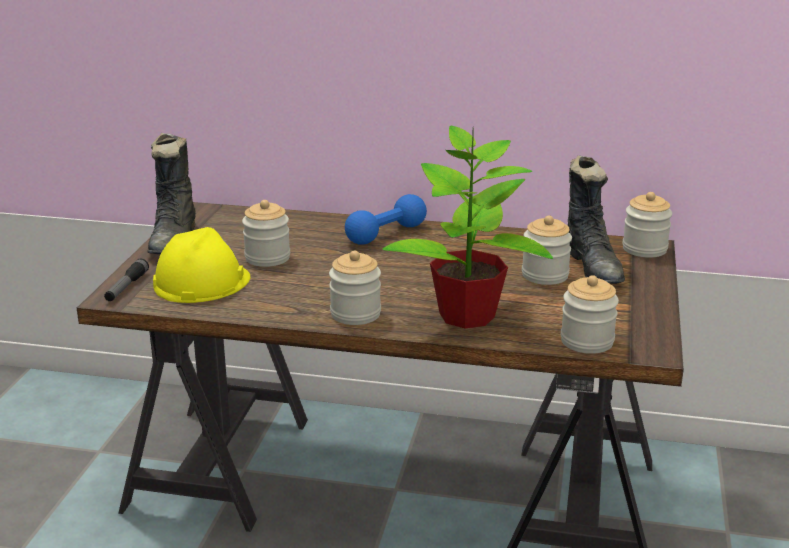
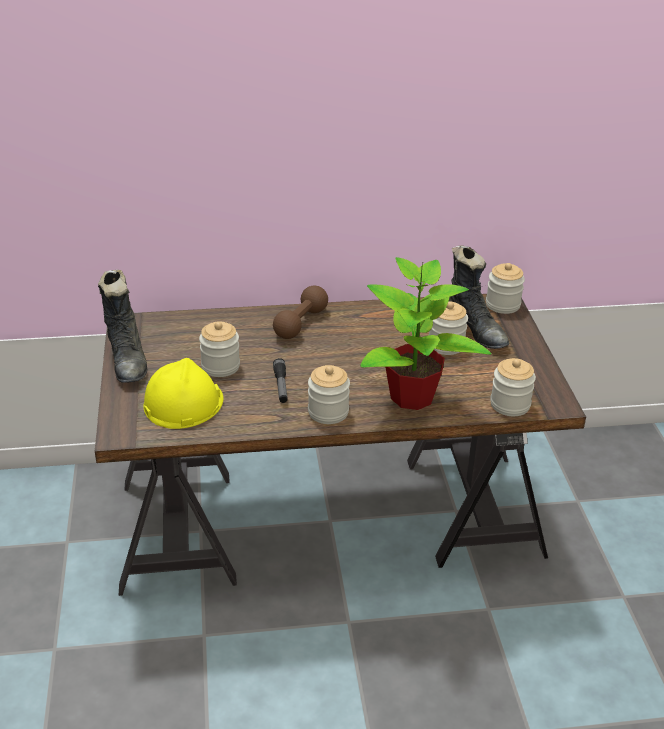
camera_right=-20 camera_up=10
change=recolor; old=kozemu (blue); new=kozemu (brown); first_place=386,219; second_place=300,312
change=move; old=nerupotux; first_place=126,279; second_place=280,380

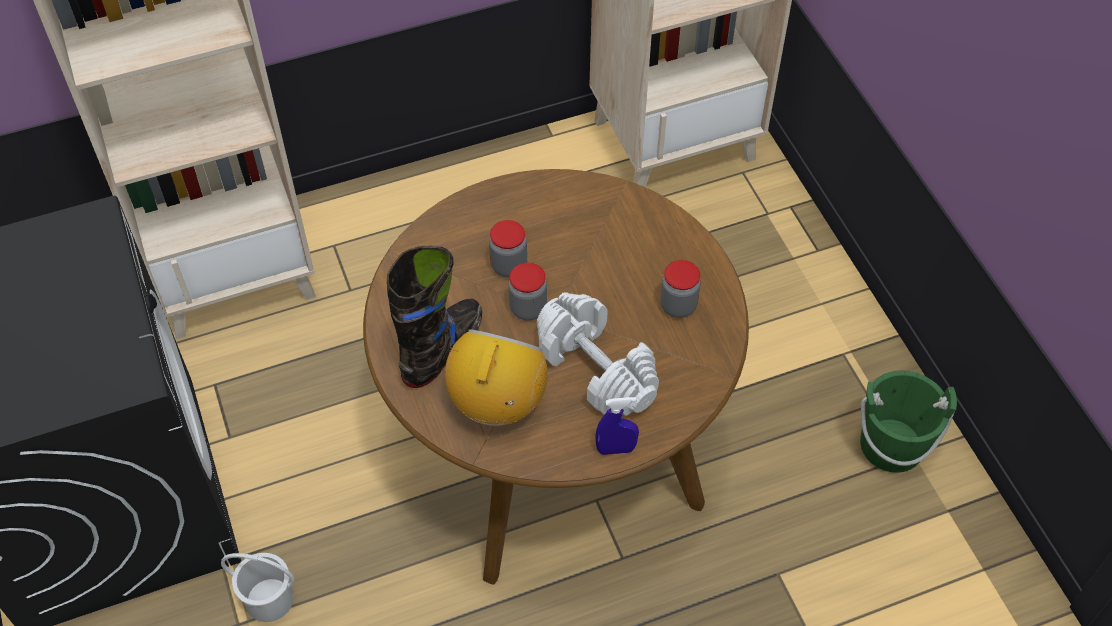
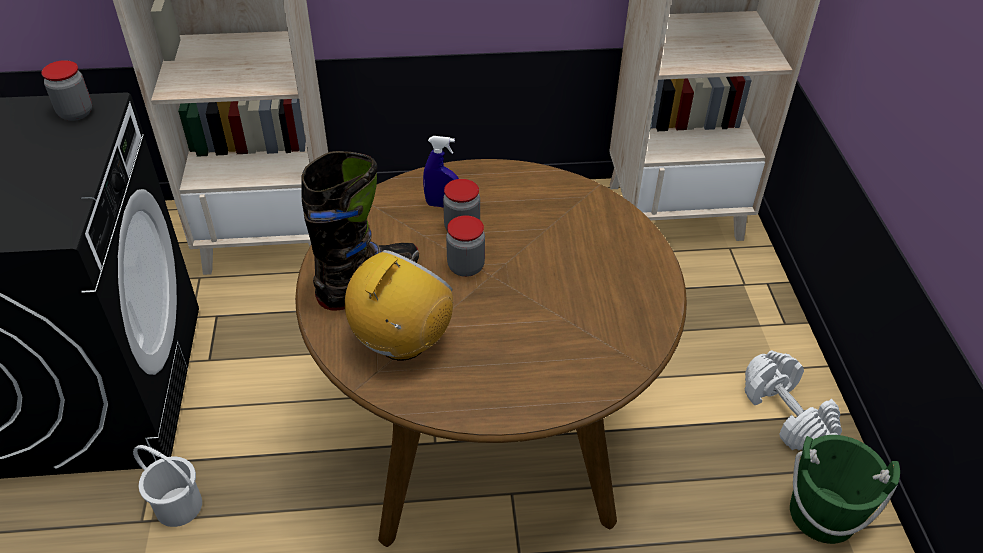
camera_right=15 camera_up=-10
change=move; old=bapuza; first_place=680,289; second_place=66,90
change=move; old=kozemu (white); first_place=598,354; second_place=793,400
change=move; old=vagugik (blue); first_place=617,426; second_place=441,171

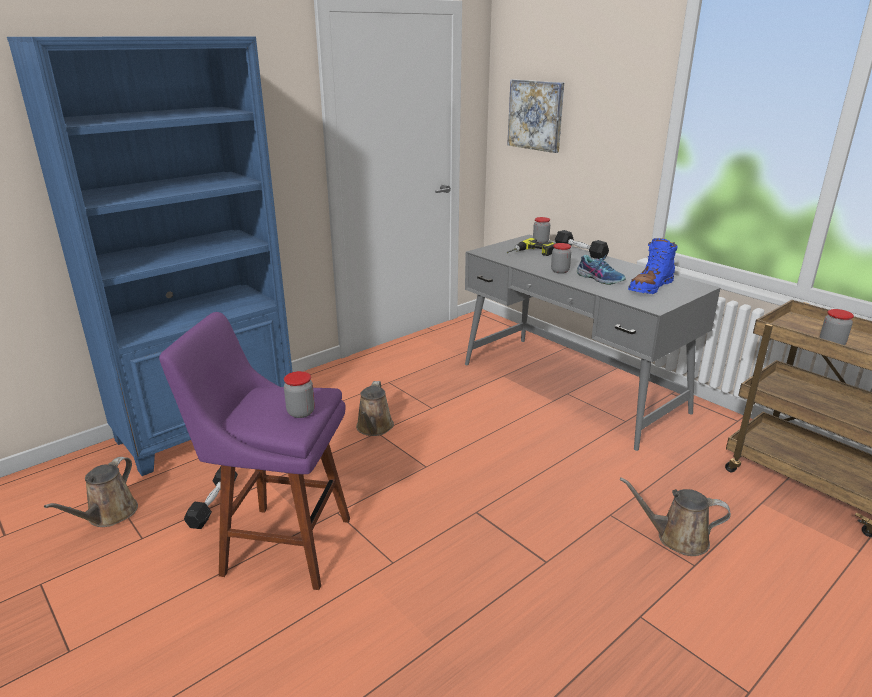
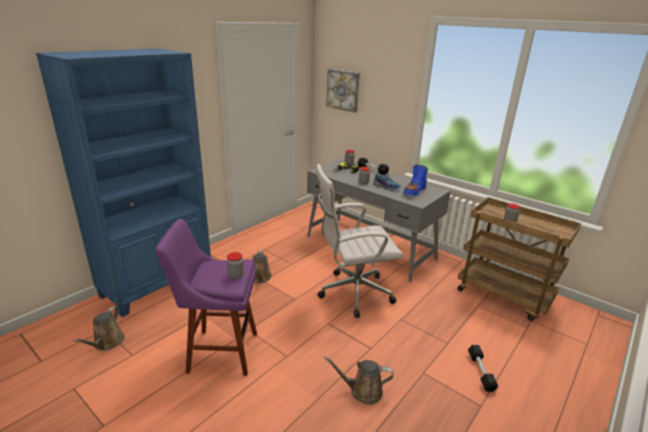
camera_right=-10 camera_up=0
change=move; old=kozemu (black); first_place=211,498; second_place=483,368
change=move; old=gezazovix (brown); first_place=675,516; second_place=358,380
change=insert; new=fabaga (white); second_place=359,241

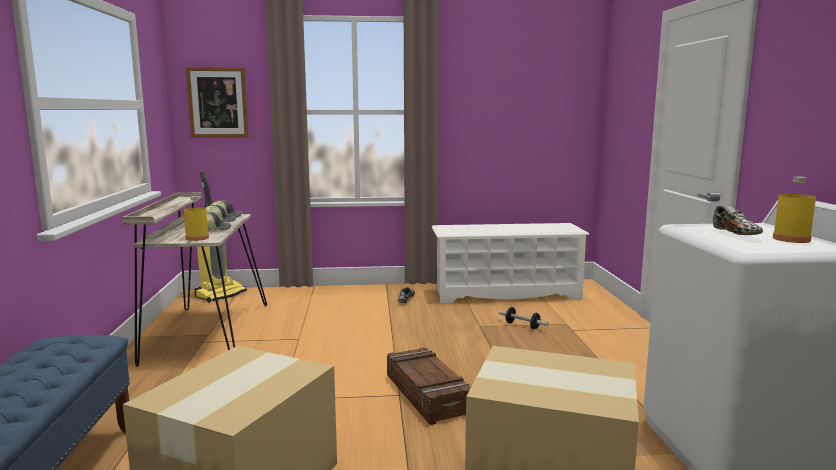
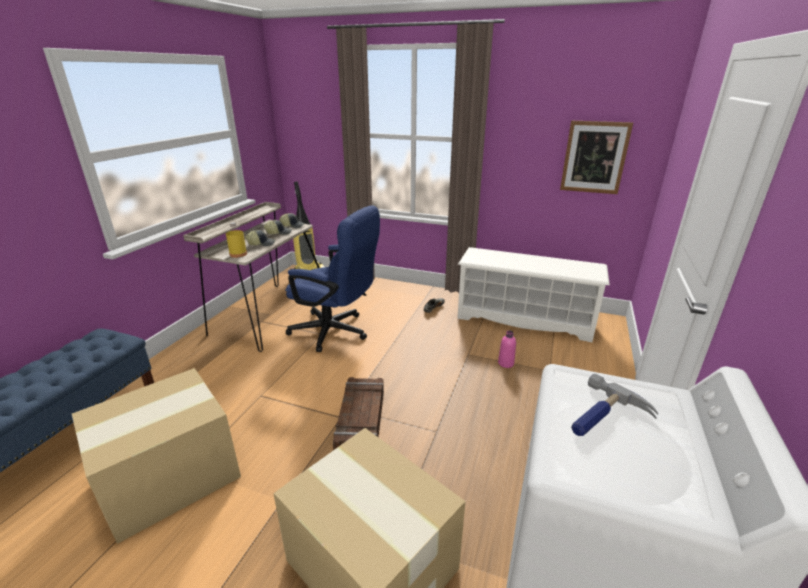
camera_right=25 camera_up=15
change=move; old=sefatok; first_place=217,102; second_place=596,157
change=delete; old=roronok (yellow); first_place=794,209
change=replace; old=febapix; new=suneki; first_place=738,220; second_place=614,405
change=replace; old=kozemu; new=roronok (pink); first_place=523,318; second_place=507,349
change=insert; new=fabaga (blue); second_place=332,278

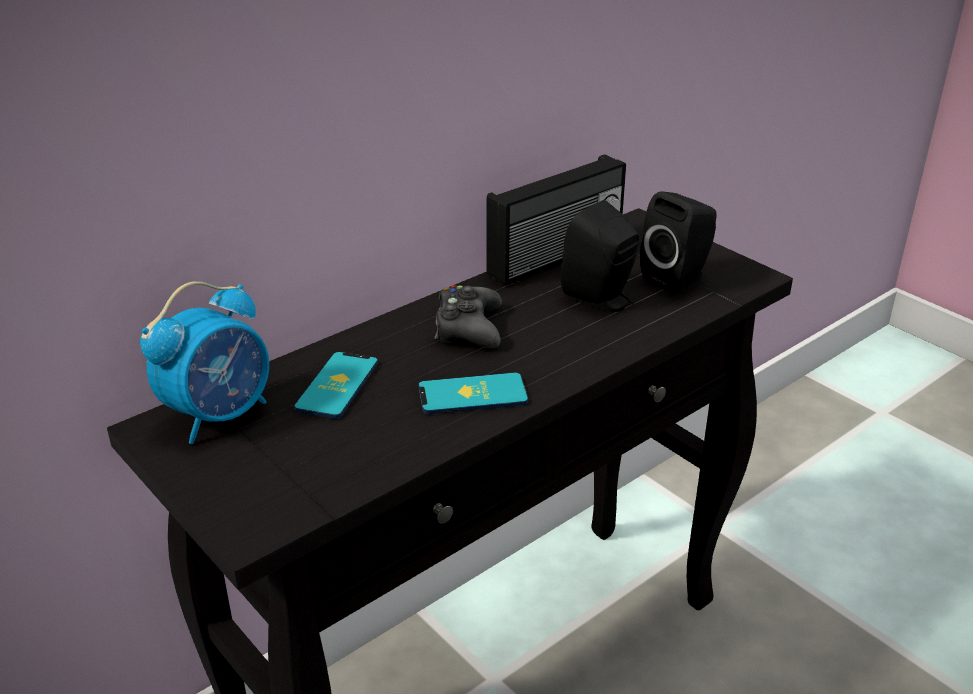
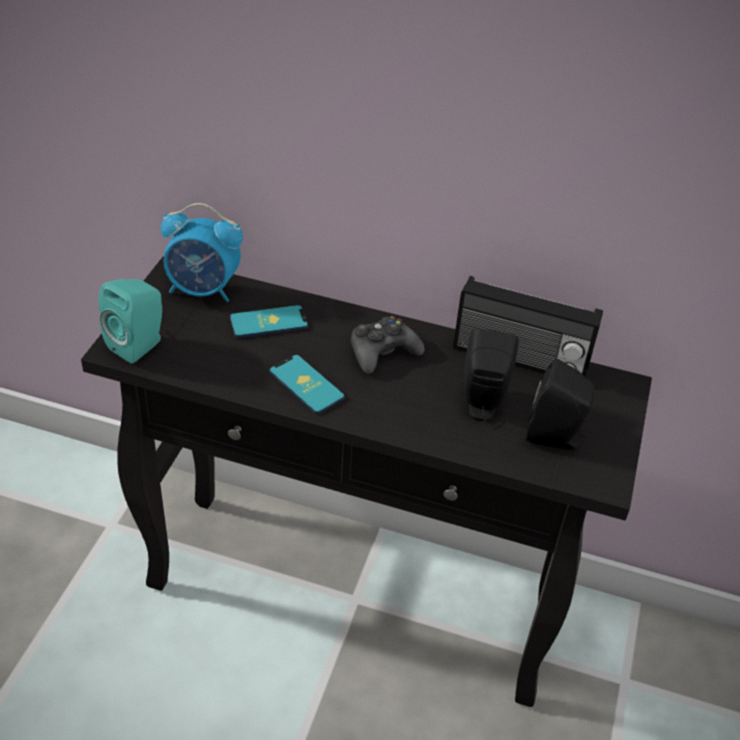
camera_right=55 camera_up=10
change=insert; new=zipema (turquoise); second_place=130,321

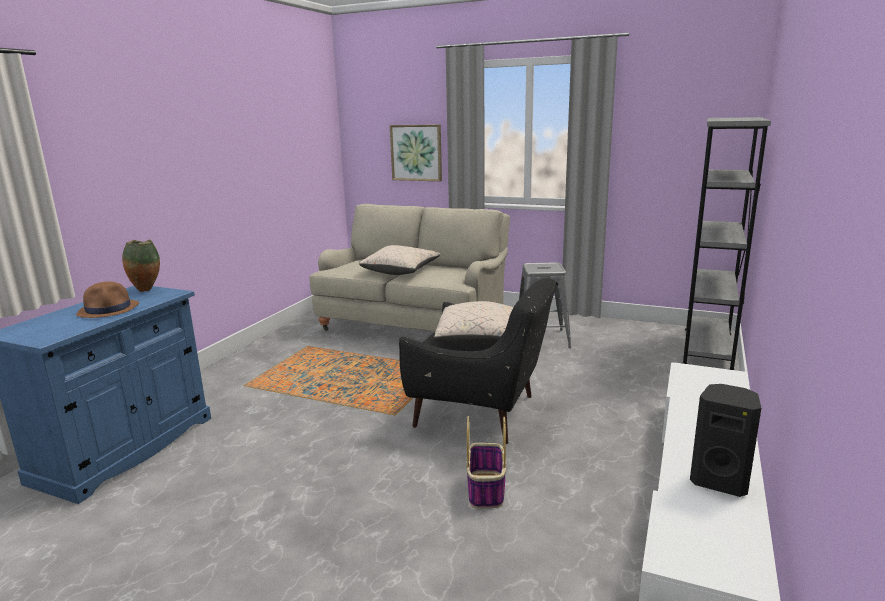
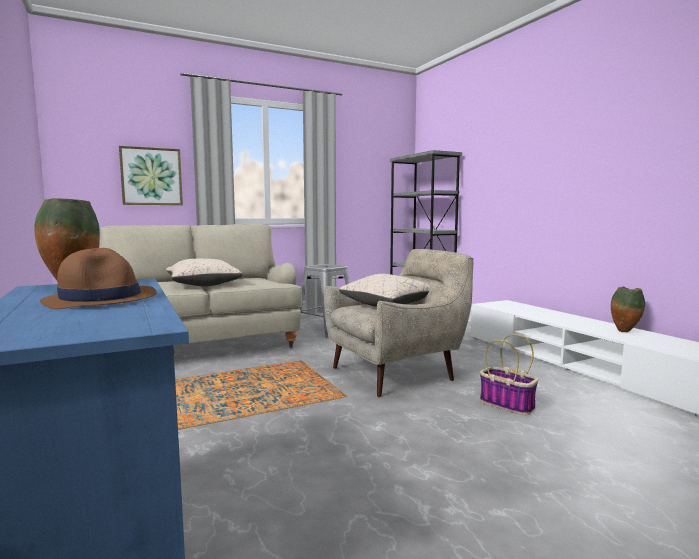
camera_right=-50 camera_up=-10
change=recolor; old=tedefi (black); new=tedefi (beige); first_place=477,361; second_place=398,323
change=replace; old=zipema (black); new=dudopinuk; first_place=725,440; second_place=628,309

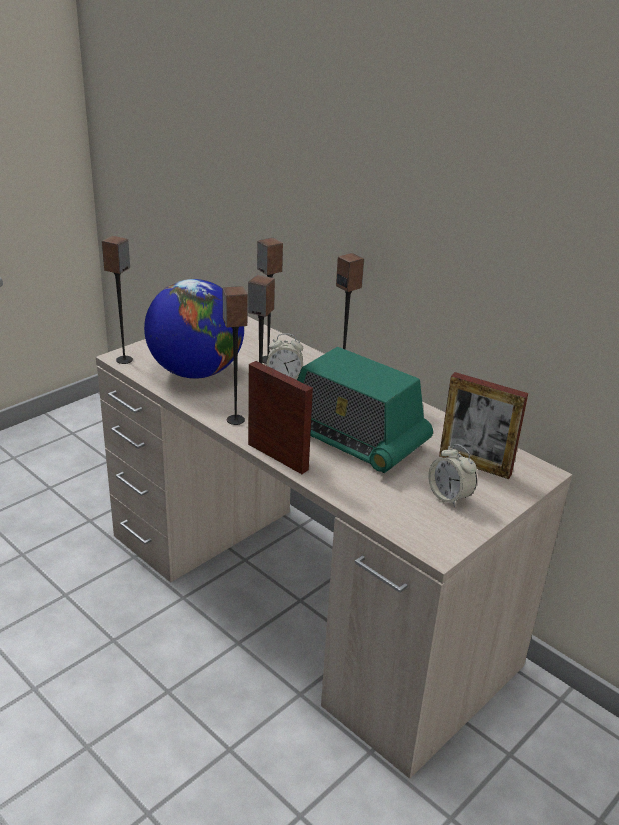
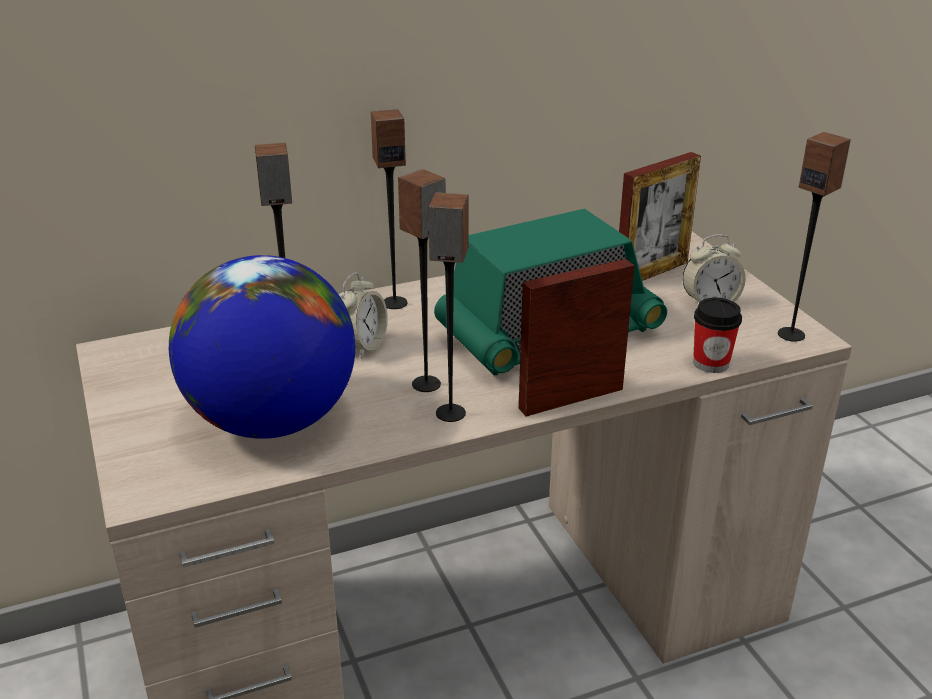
camera_right=-65 camera_up=0
change=move; old=zipema; first_place=117,300; second_place=814,237
change=insert; new=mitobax; second_place=717,335

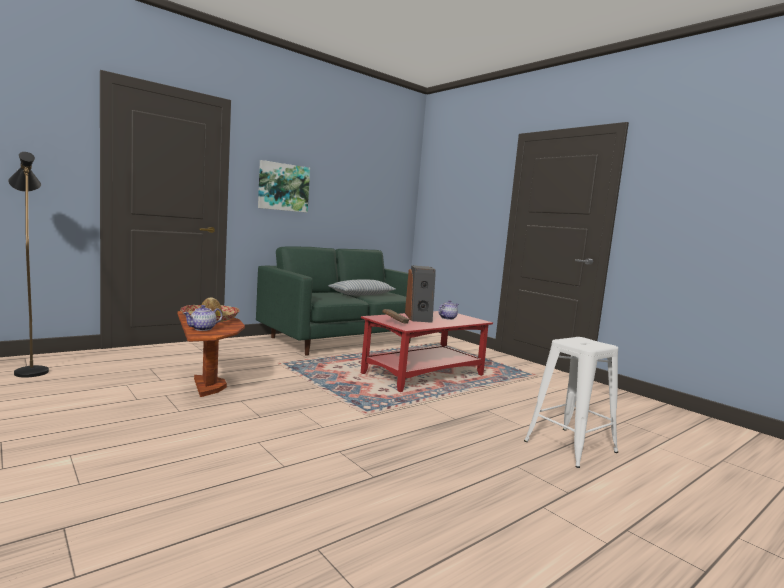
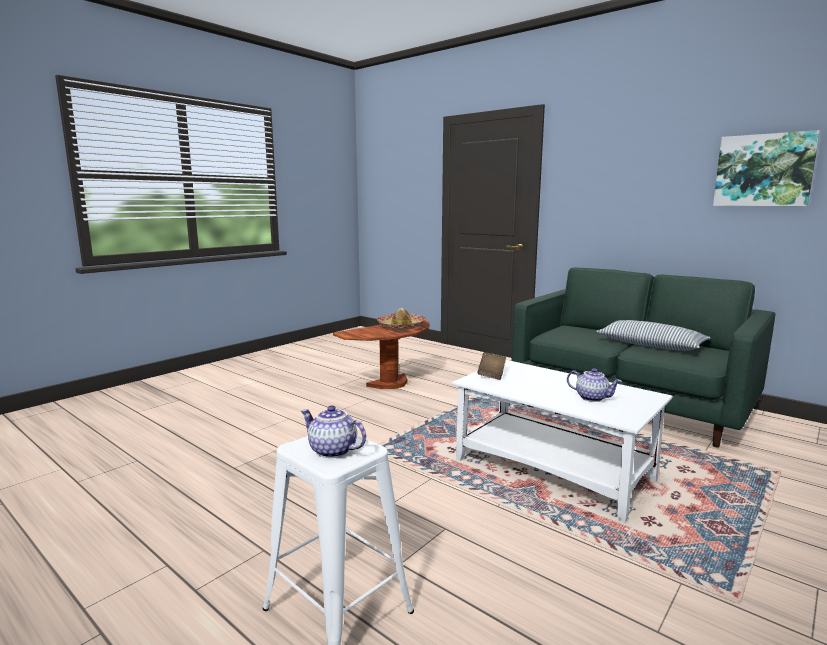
camera_right=80 camera_up=5
change=delete; old=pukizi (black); first_place=28,264
change=move; old=sefatok; first_place=284,186; second_place=766,168
change=delete; old=zipema; first_place=420,294
change=move; old=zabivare; first_place=203,318; second_place=333,432
change=recolor; old=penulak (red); new=penulak (white); first_place=427,351; second_place=562,441

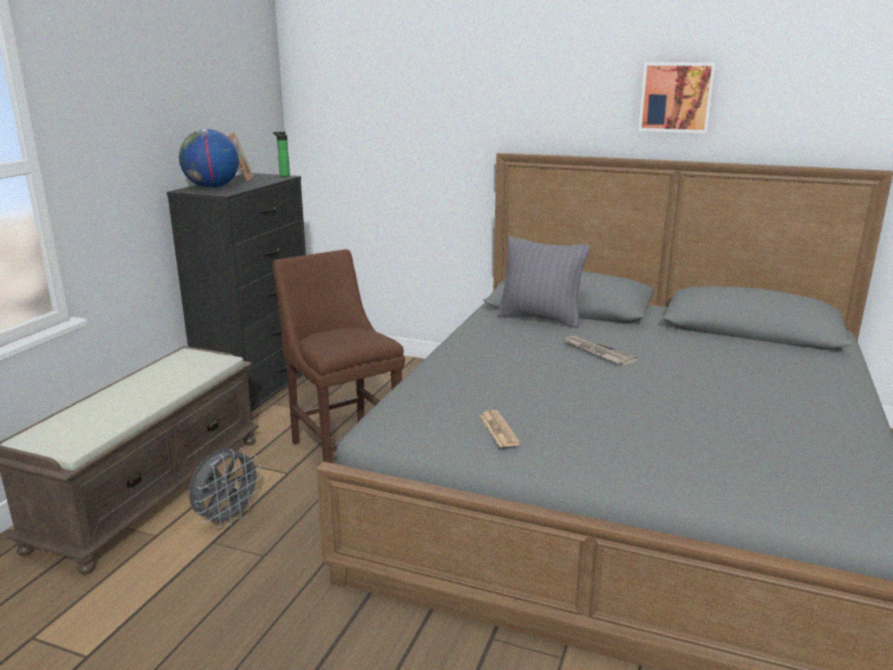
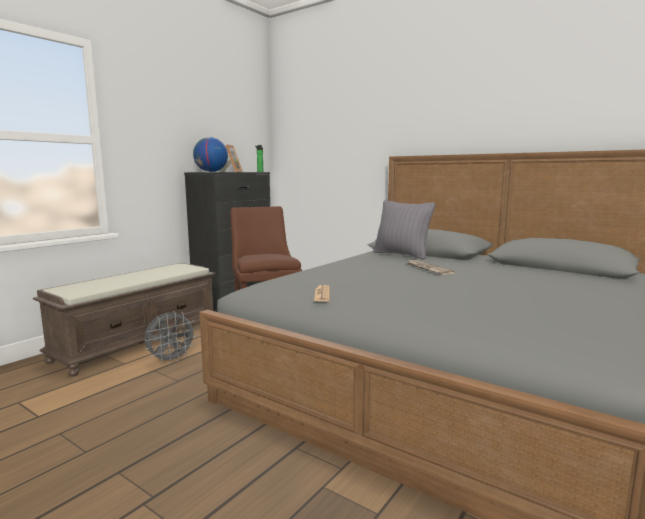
camera_right=15 camera_up=-10
change=delete; old=sefatok; first_place=677,97

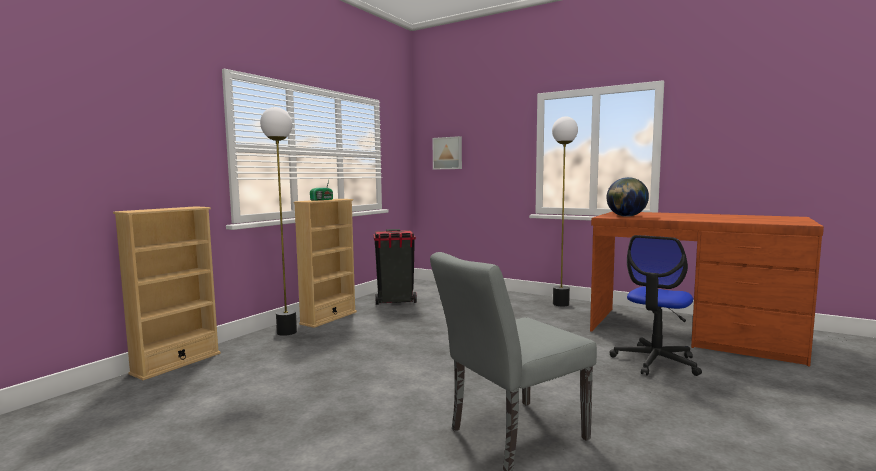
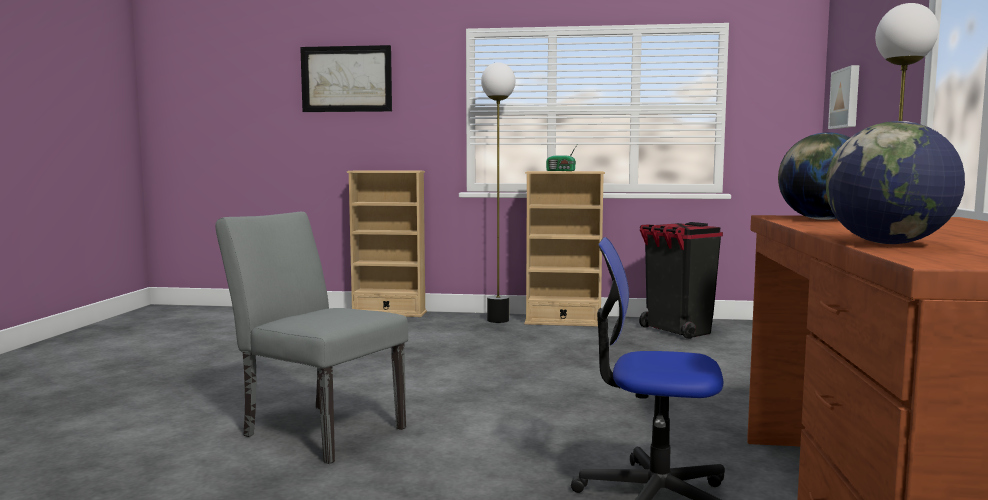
camera_right=65 camera_up=0
change=insert; new=sefatok; second_place=346,78
change=insert; new=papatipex; second_place=895,182

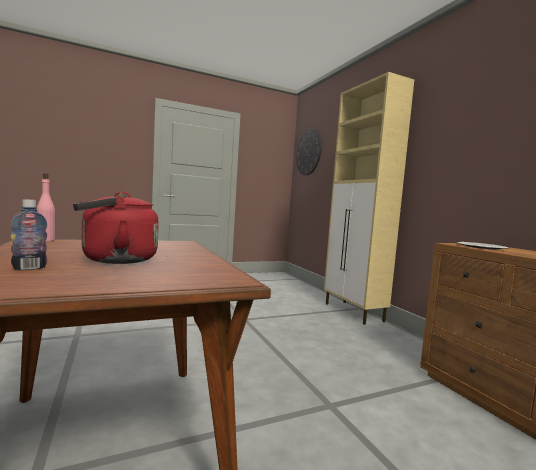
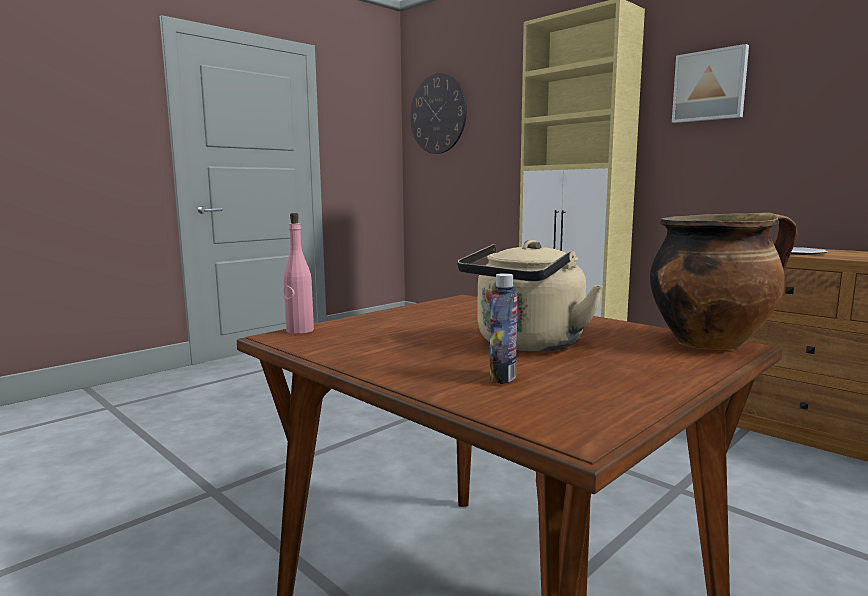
camera_right=-20 camera_up=5
change=recolor; old=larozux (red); new=larozux (beige); first_place=116,228; second_place=530,296
change=insert; new=sefatok; second_place=710,83
change=insert; new=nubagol; second_place=724,281

